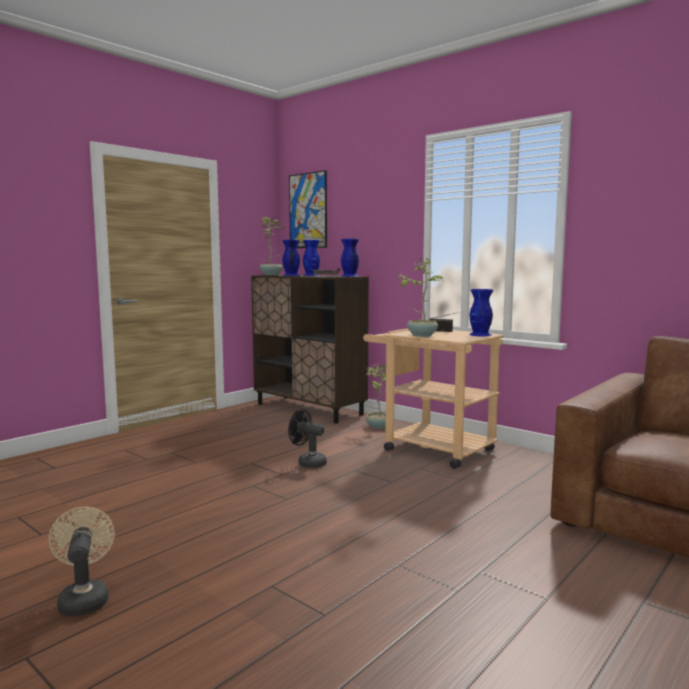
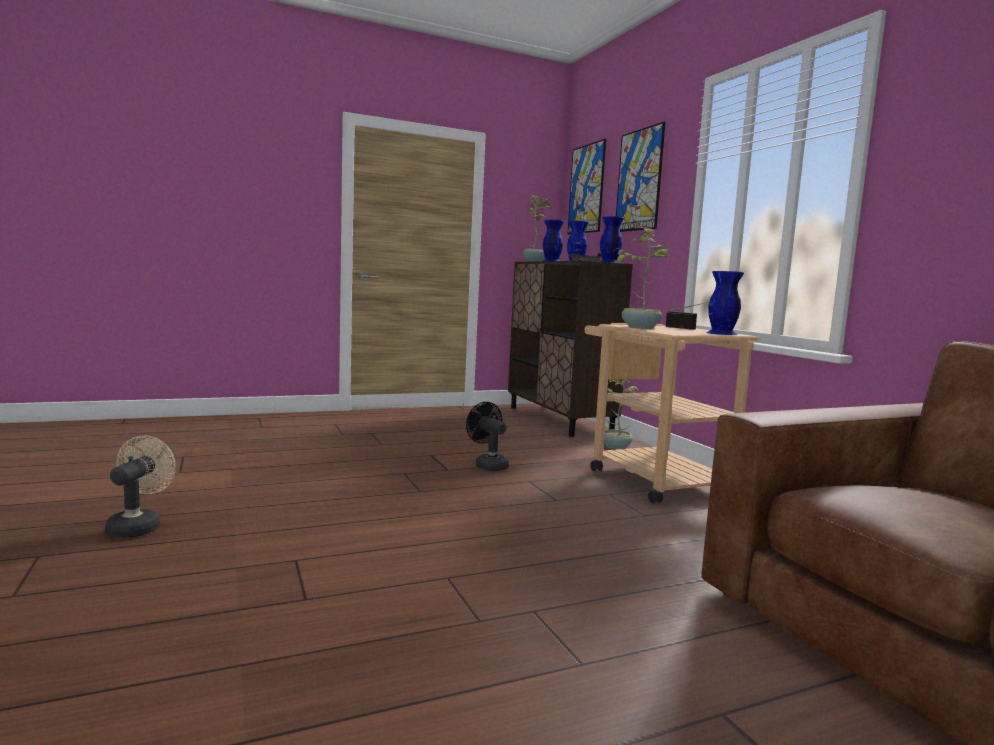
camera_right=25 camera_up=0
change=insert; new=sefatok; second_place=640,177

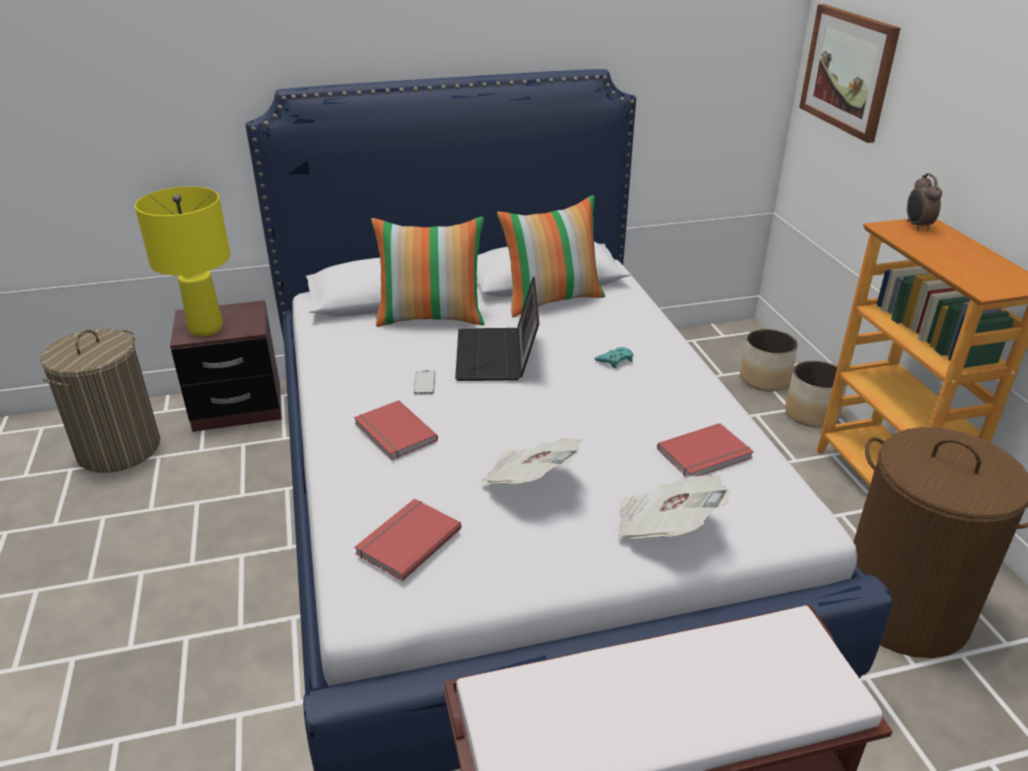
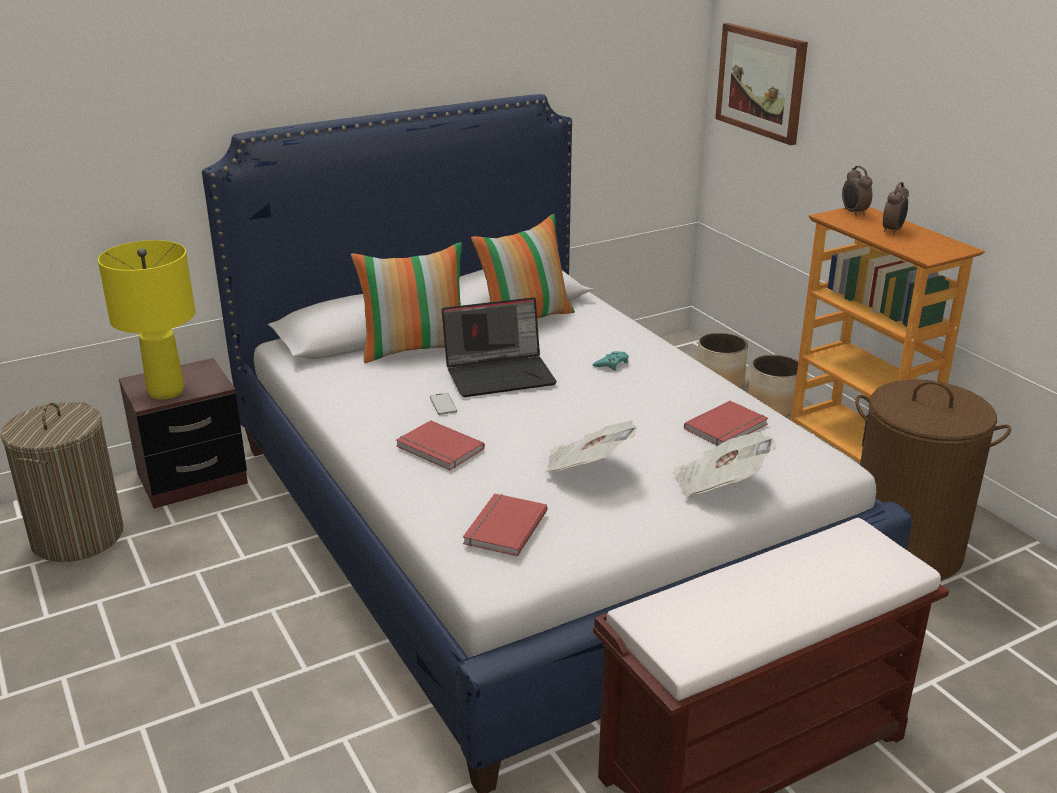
camera_right=-15 camera_up=-5
change=rotate; old=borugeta; first_place=497,328; second_place=499,347; degrees=-90
change=insert; new=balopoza; second_place=896,208

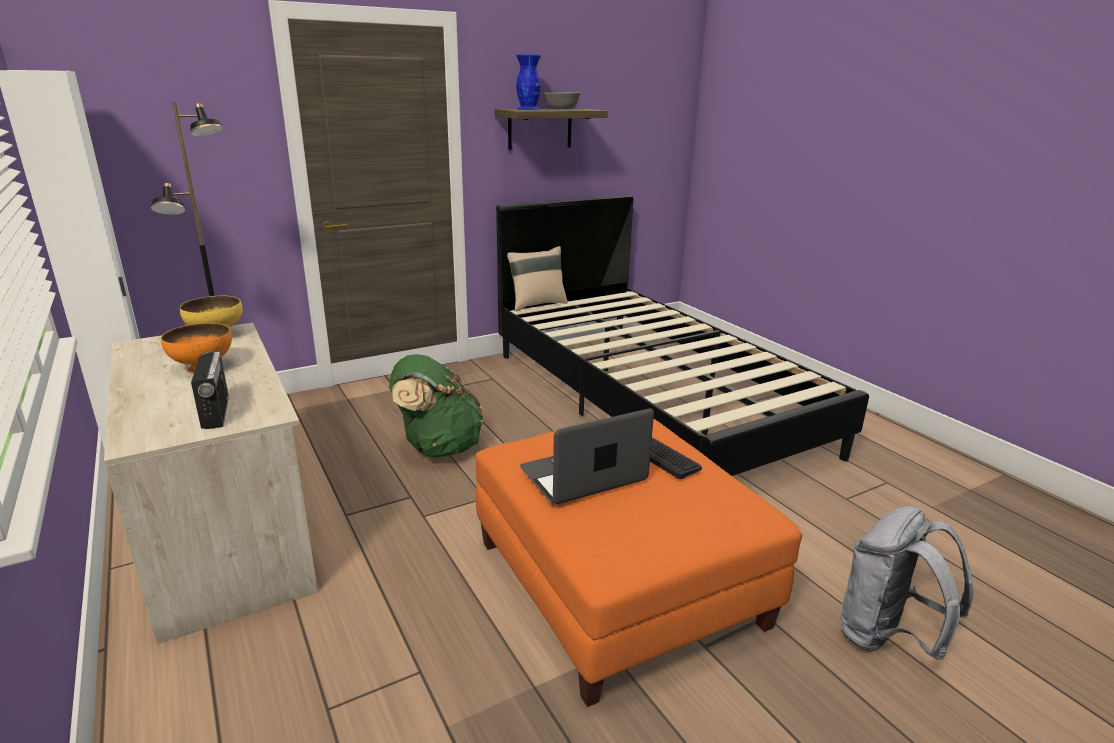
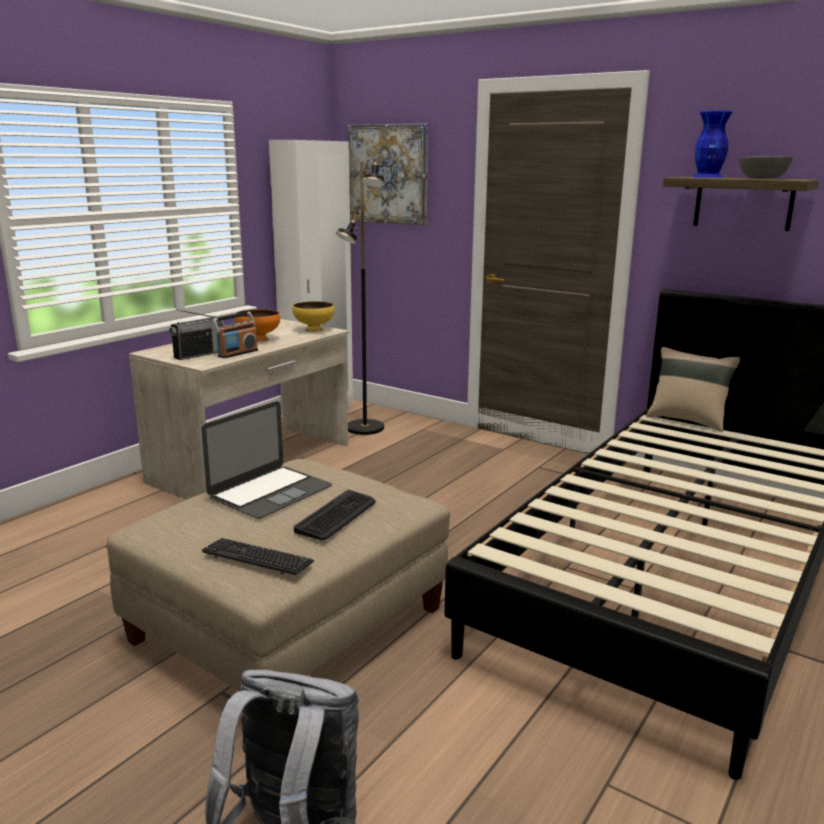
camera_right=65 camera_up=-5
change=delete; old=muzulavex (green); first_place=436,406
change=rotate; old=borugeta; first_place=587,456; second_place=266,460; degrees=90
change=recolor; old=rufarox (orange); new=rufarox (beige); first_place=639,563; second_place=278,575
change=insert; new=sefatok; second_place=388,174
change=insert; new=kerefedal; second_place=235,335
change=insert; new=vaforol; second_place=258,556

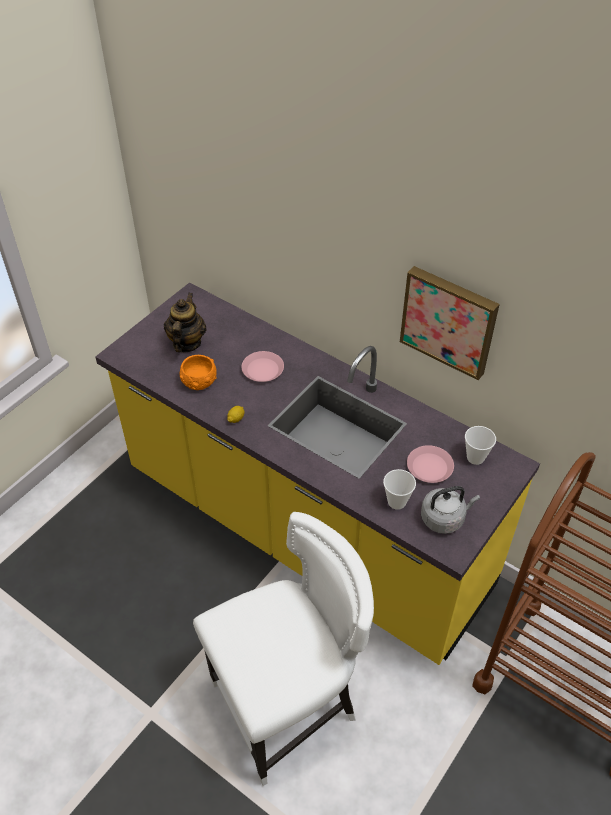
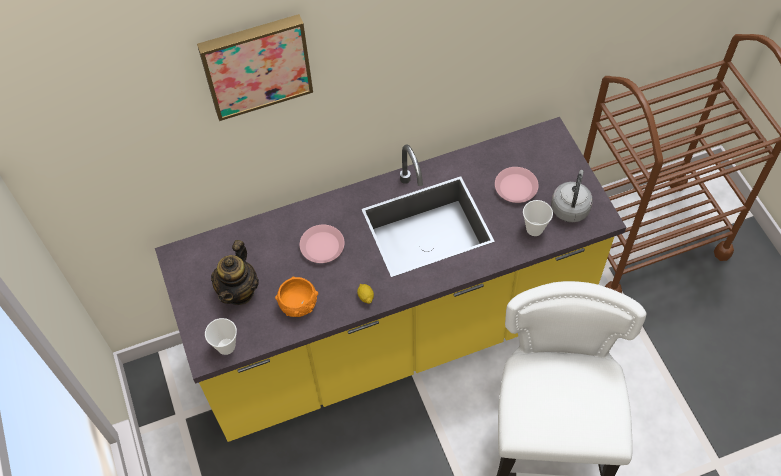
camera_right=-55 camera_up=10
change=move; old=sefatok; first_place=450,323; second_place=255,67
change=rotate; old=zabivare; first_place=185,322; second_place=235,272; degrees=-120
change=move; old=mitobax; first_place=480,445; second_place=221,336

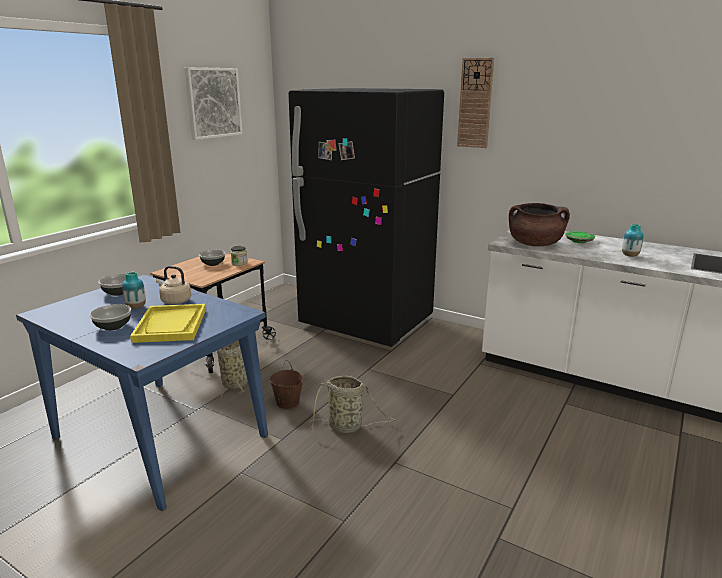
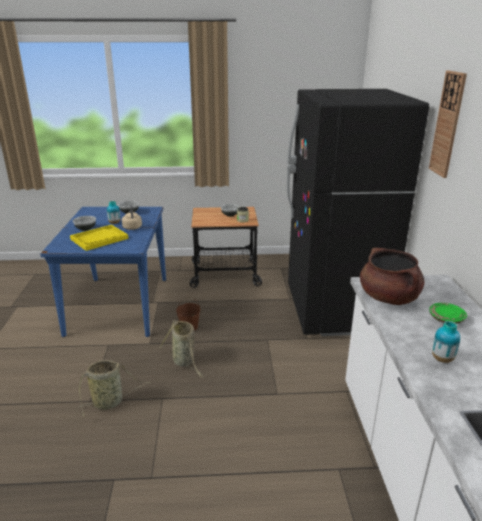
camera_right=55 camera_up=5
change=delete; old=sefatok; first_place=214,103
change=move; old=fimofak; first_place=232,368; second_place=113,388

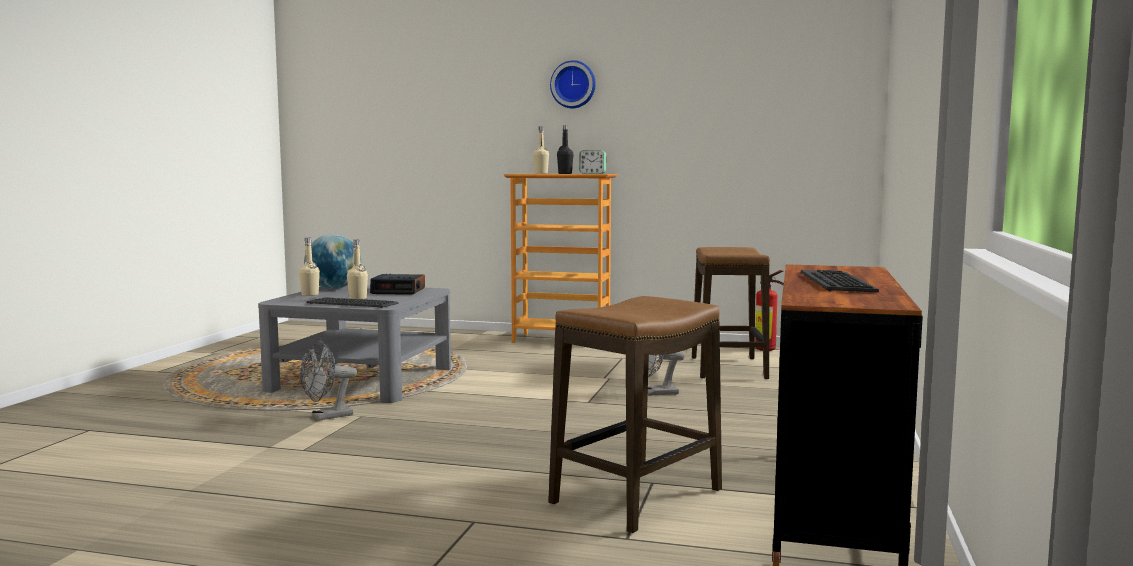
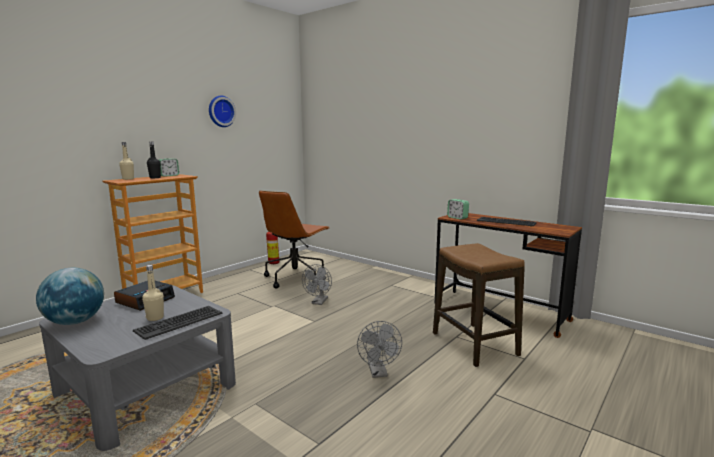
camera_right=-65 camera_up=5
change=move; old=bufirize; first_place=573,84; second_place=222,111
change=delete; old=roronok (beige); first_place=309,266
change=replace; old=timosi; new=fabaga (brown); first_place=731,313; second_place=294,240
change=move; old=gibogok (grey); first_place=328,381; second_place=379,349
change=insert; new=balopoza; second_place=458,209

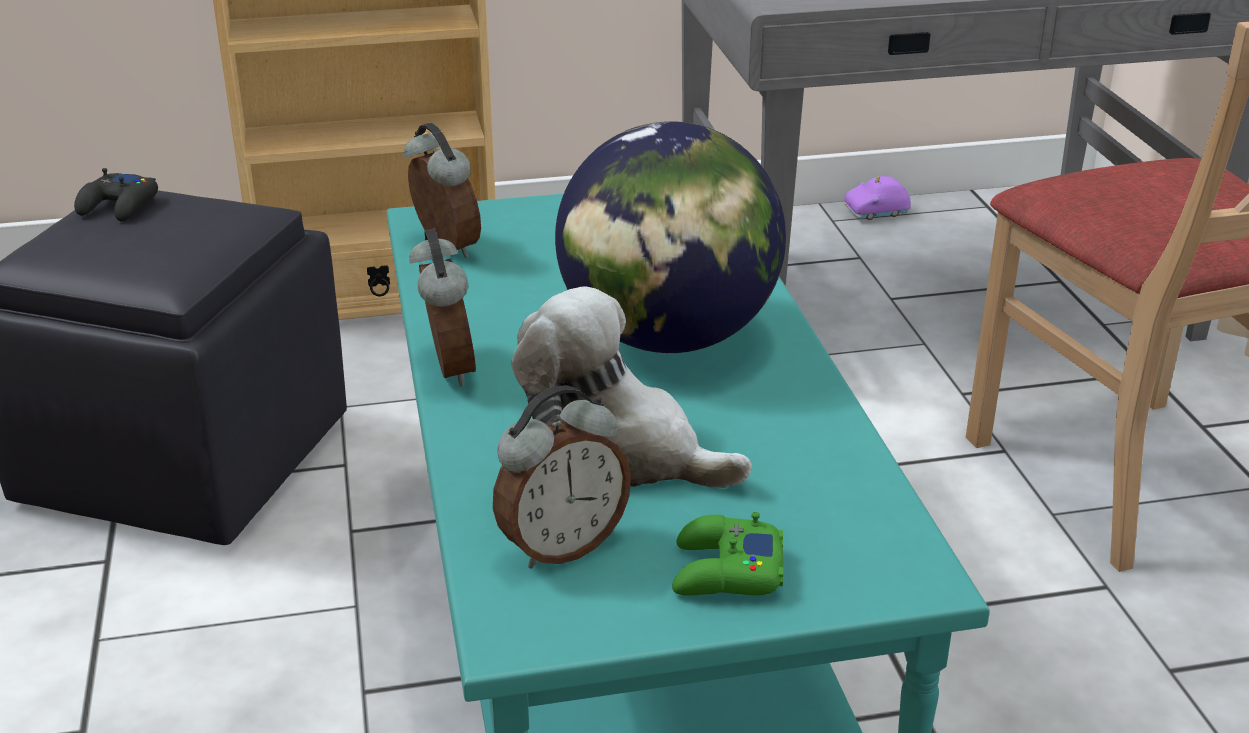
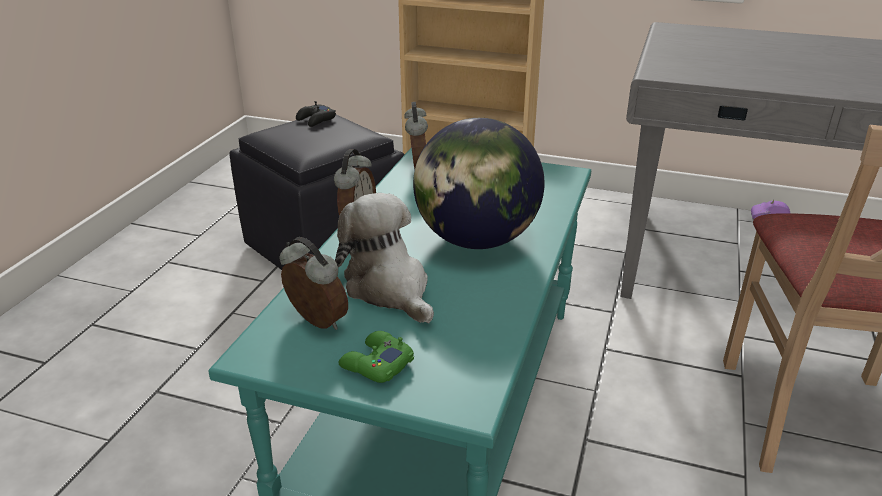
camera_right=30 camera_up=0
change=rotate; old=balopoza; first_place=562,477; second_place=313,283; degrees=-135

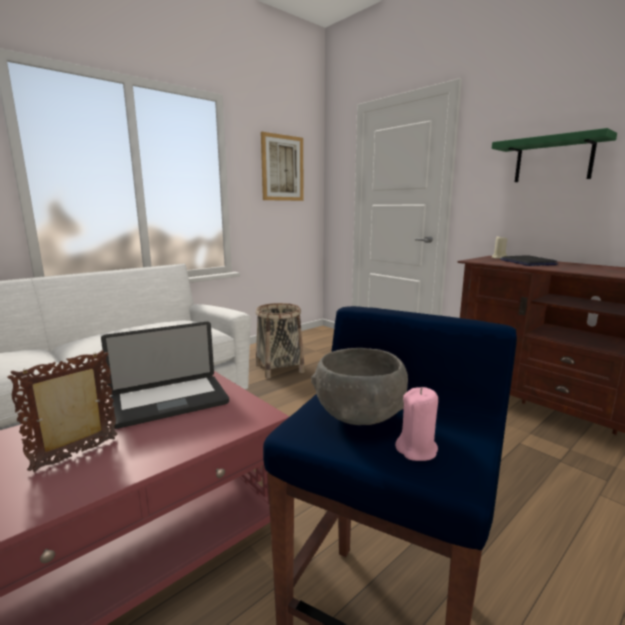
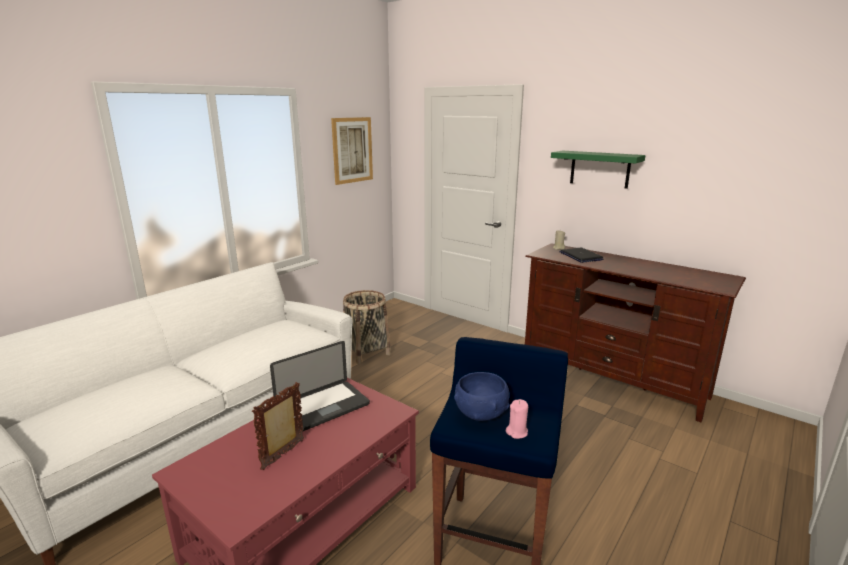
camera_right=-10 camera_up=5
change=recolor; old=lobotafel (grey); new=lobotafel (blue); first_place=359,386; second_place=481,396

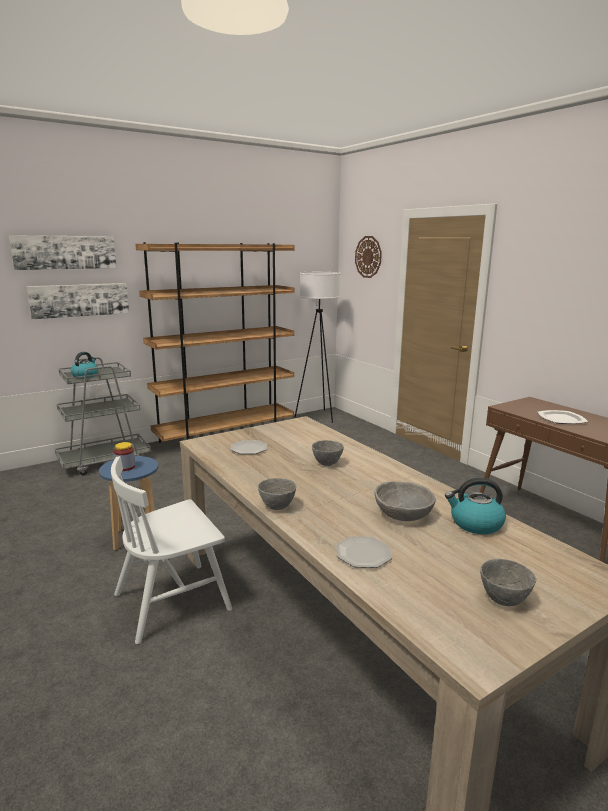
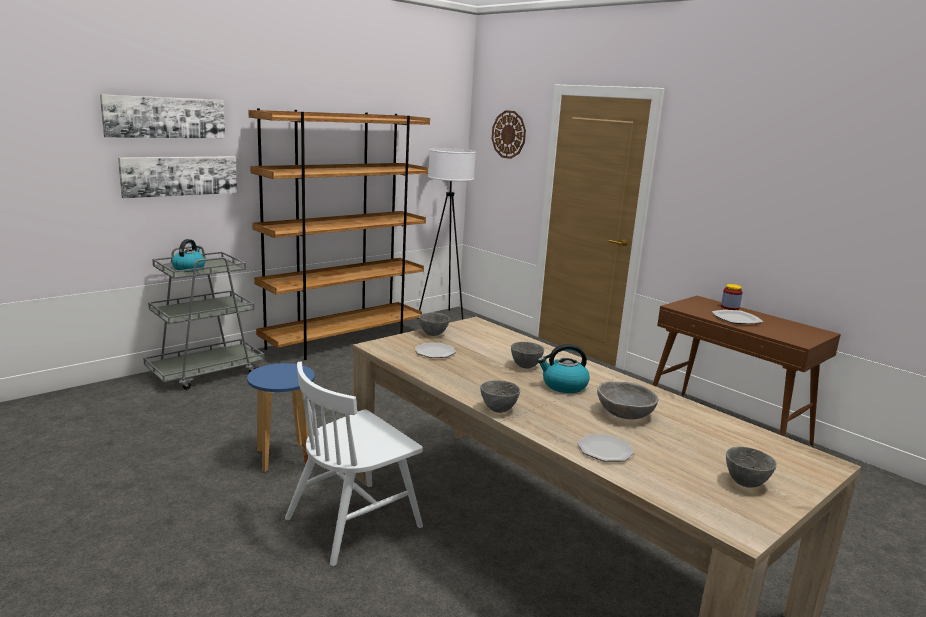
camera_right=-10 camera_up=0
change=move; old=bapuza; first_place=124,456; second_place=732,297
change=move; old=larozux; first_place=475,506; second_place=564,368
change=insert; new=lobotafel (grey); second_place=434,324

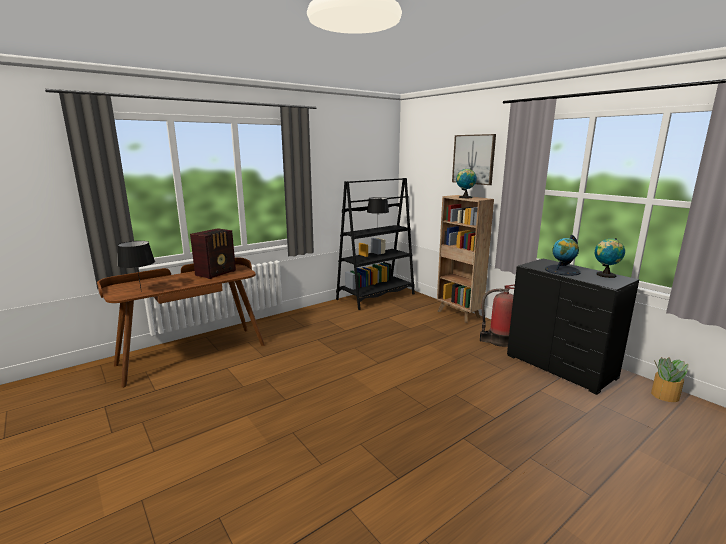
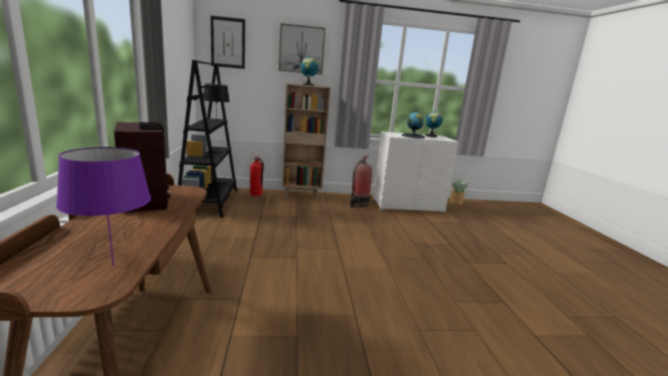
camera_right=-60 camera_up=0
change=recolor; old=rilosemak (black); new=rilosemak (purple); first_place=136,266; second_place=103,206
change=recolor; old=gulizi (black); new=gulizi (white); first_place=573,326; second_place=415,172
change=insert; new=sefatok; second_place=228,42
change=insert; new=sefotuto; second_place=257,174

